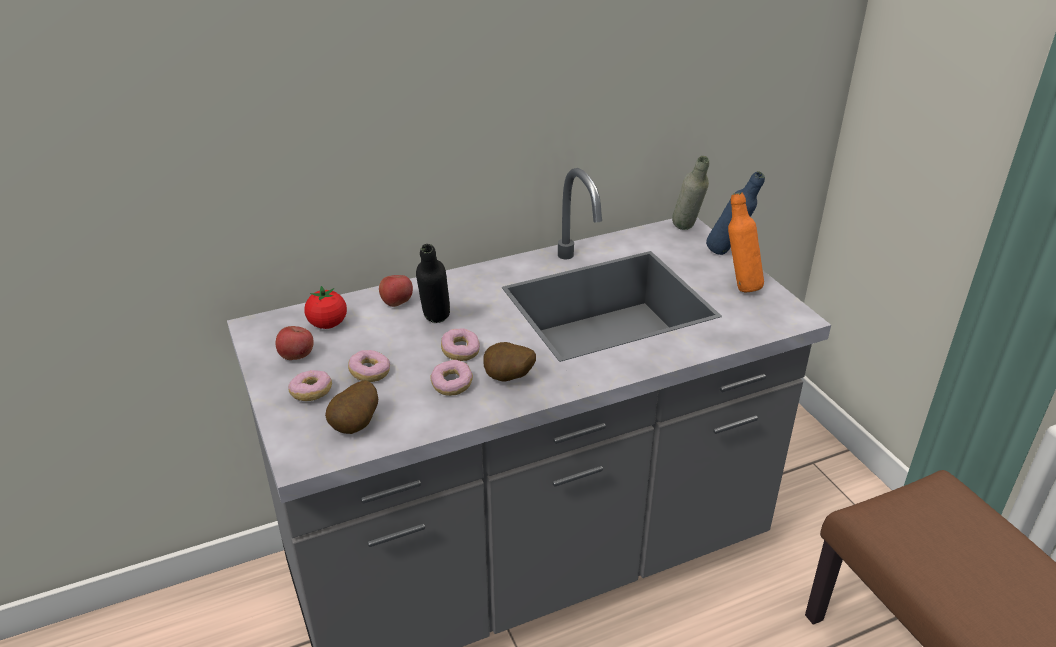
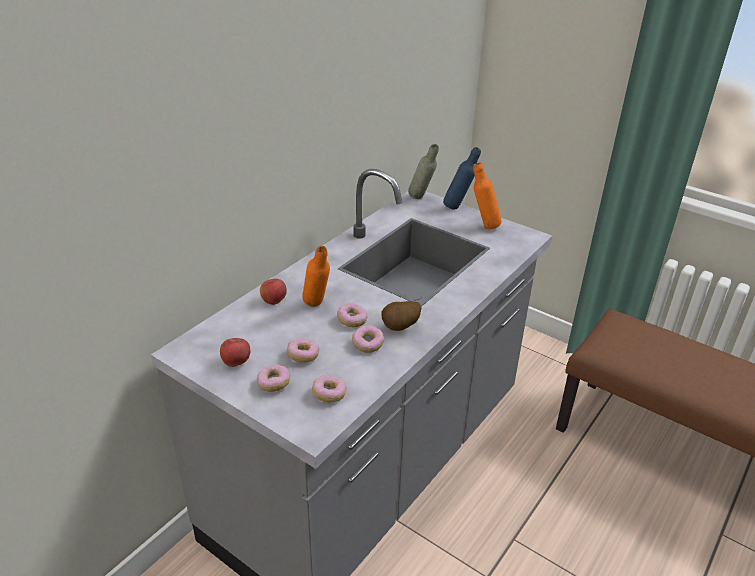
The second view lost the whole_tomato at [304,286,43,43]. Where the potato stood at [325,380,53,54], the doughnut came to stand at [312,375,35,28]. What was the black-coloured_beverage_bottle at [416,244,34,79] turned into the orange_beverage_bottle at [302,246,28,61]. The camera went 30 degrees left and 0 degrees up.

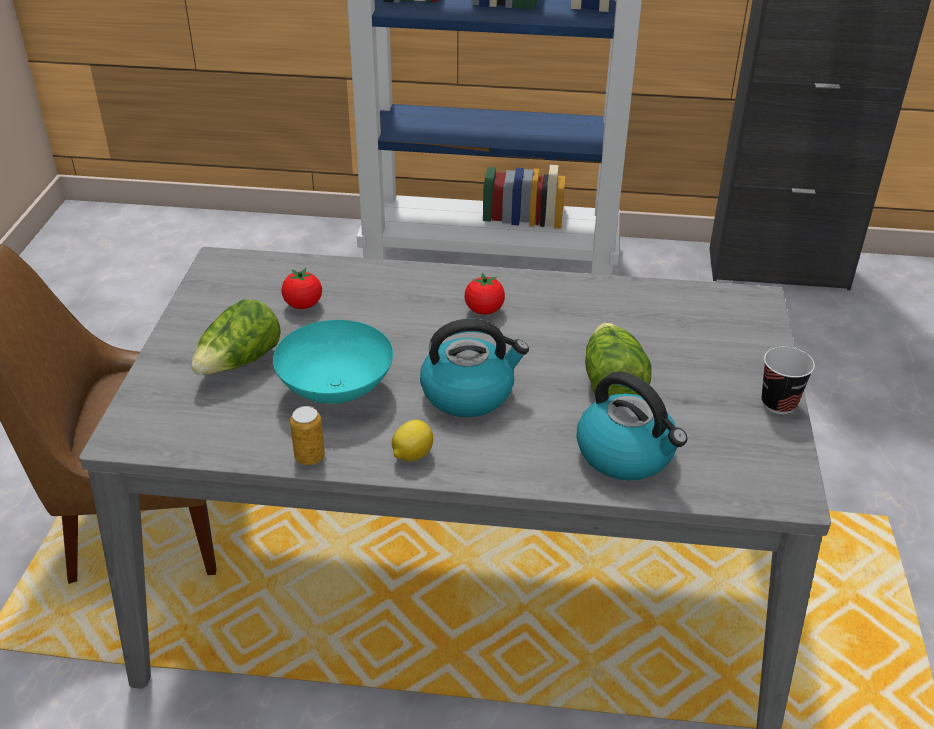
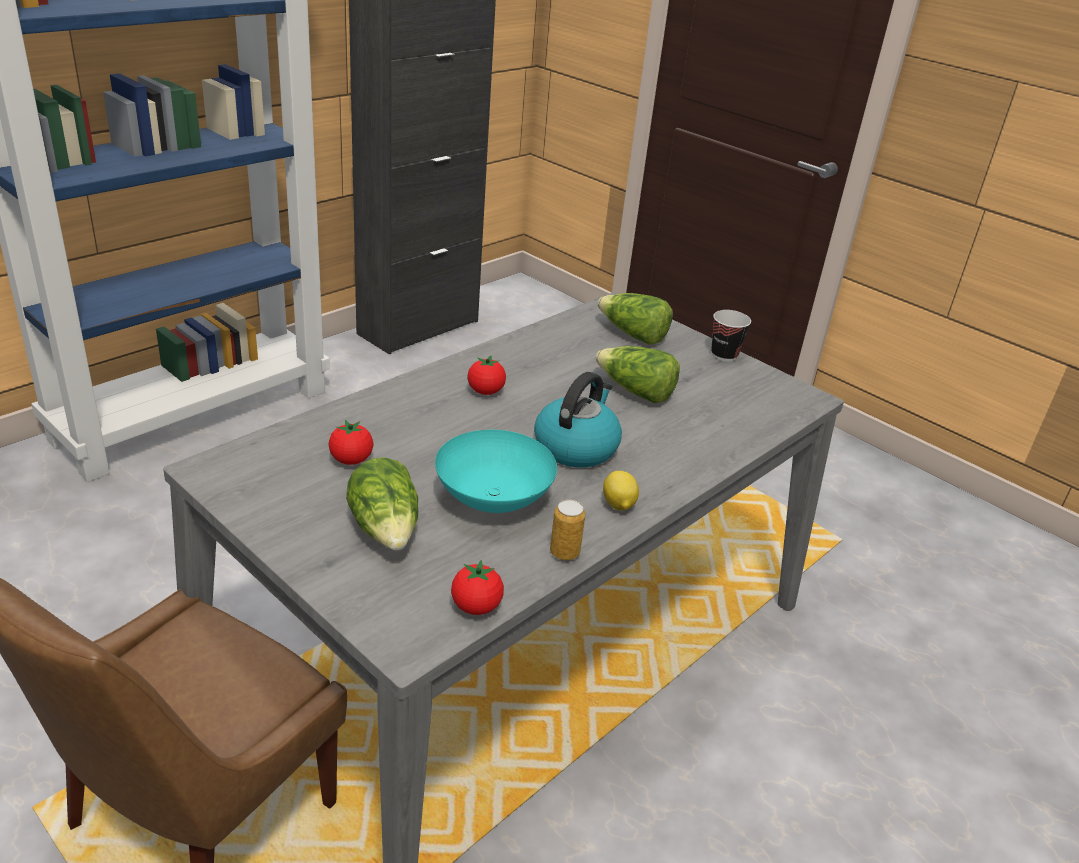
The second view lost the kettle at [577,372,110,108]. The second view gained the whole_tomato at [451,560,53,55]. The second view gained the lettuce at [598,293,75,51]. The camera went 55 degrees left and 5 degrees down.

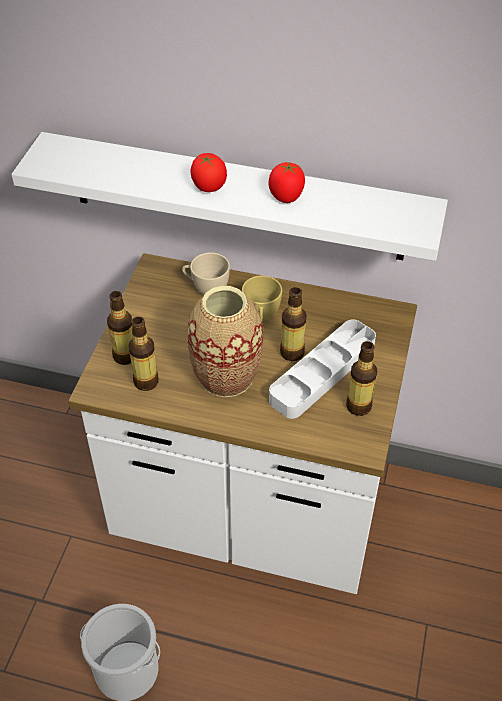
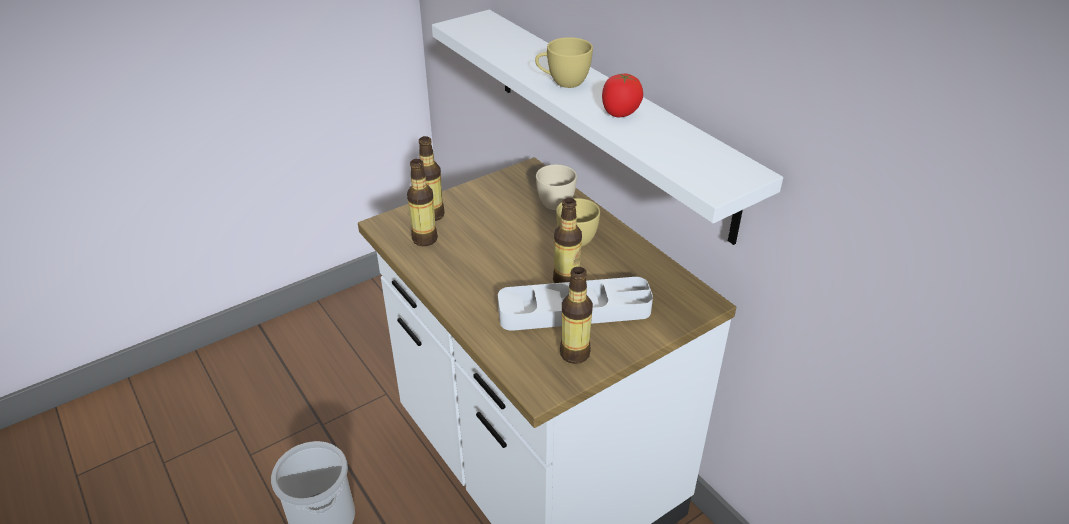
The second view lost the flower_vase at [188,286,75,112]. Where the whole_tomato stood at [190,153,37,39], the yellow_drinking_cup came to stand at [535,37,58,51]. The camera went 40 degrees right and 10 degrees down.

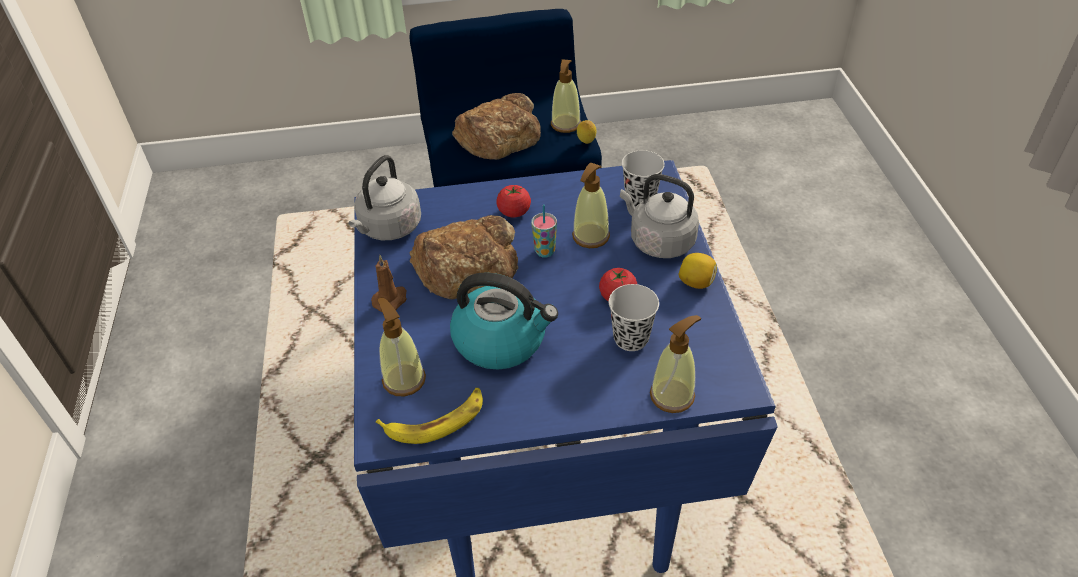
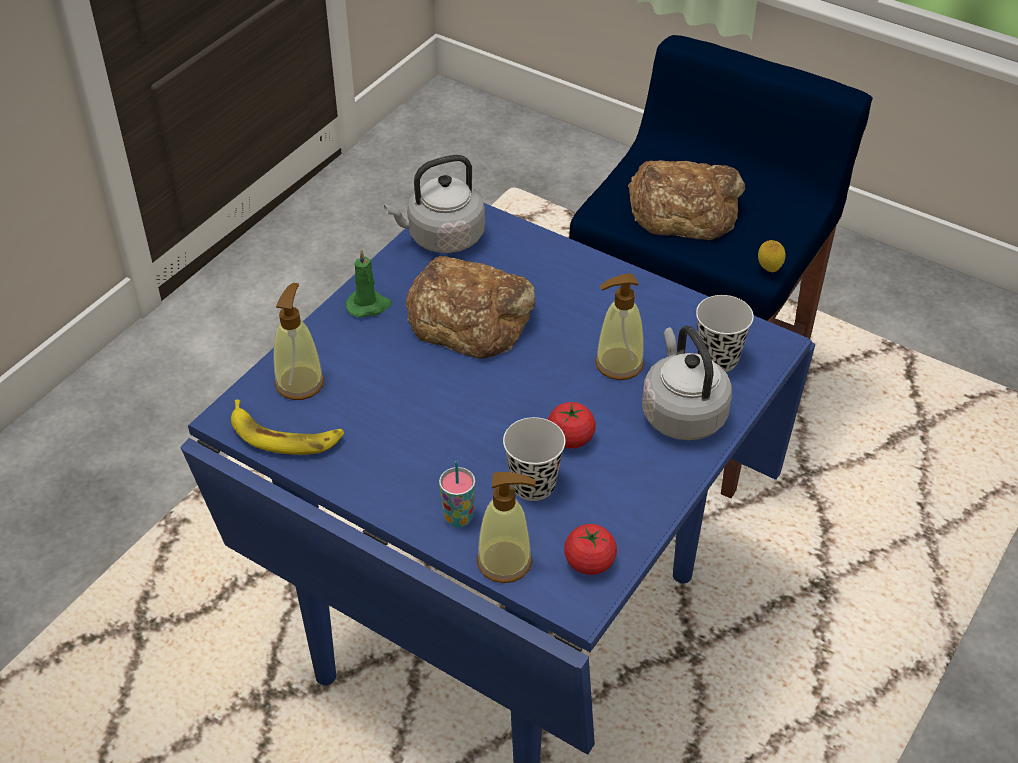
What was the brown_candle at [371,255,36,57] turned into the green_candle at [345,249,47,69]. The second view lost the kettle at [450,273,108,97]. The whole_tomato ended up elsewhere, having gone from [496,185,35,32] to [564,524,53,51]. The drinking_cup ended up elsewhere, having gone from [531,204,26,54] to [439,460,37,68]. The second view lost the soap_dispenser at [551,59,30,74]. The second view lost the whole_lemon at [679,253,38,36]. The camera went 40 degrees right and 0 degrees up.

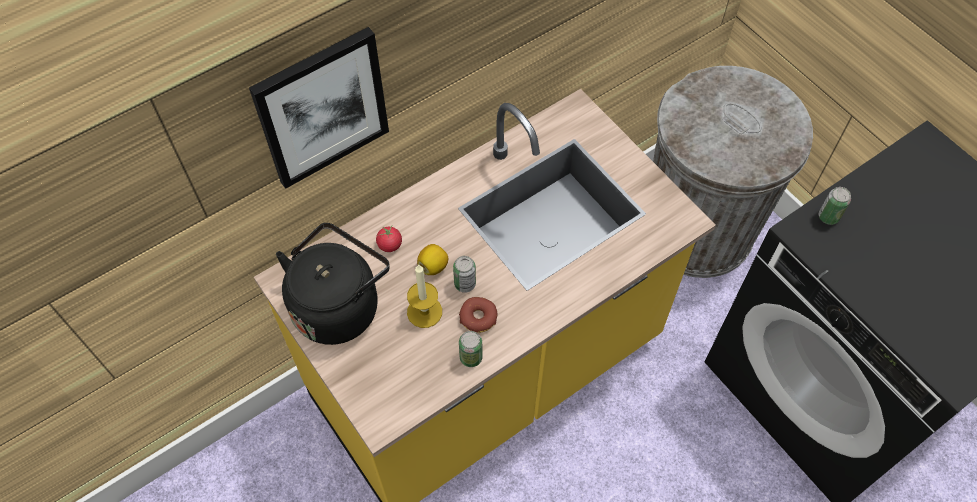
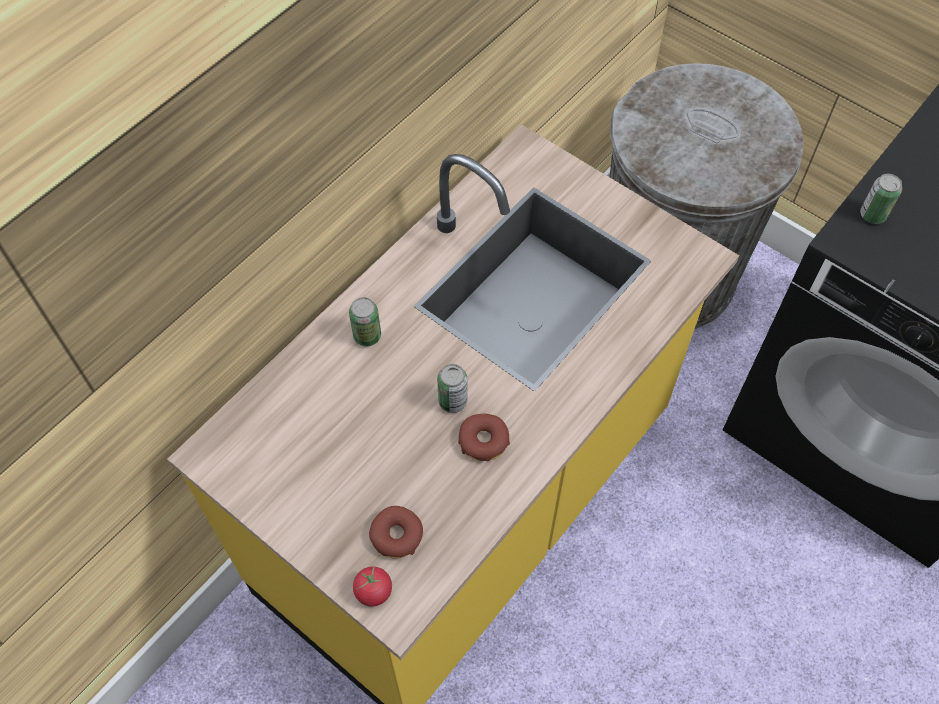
The second view lost the wall_art at [249,27,140,162]. The second view lost the black-coloured_kettle at [276,223,114,122]. The whole_tomato ended up elsewhere, having gone from [376,225,26,27] to [353,566,39,41]. The second view lost the candle at [407,264,35,64]. The second view lost the whole_lemon at [417,244,31,31]. The sealed_can ended up elsewhere, having gone from [459,331,24,36] to [349,297,32,49]. The second view gained the doughnut at [369,506,54,52]. The camera went 15 degrees left and 0 degrees up.

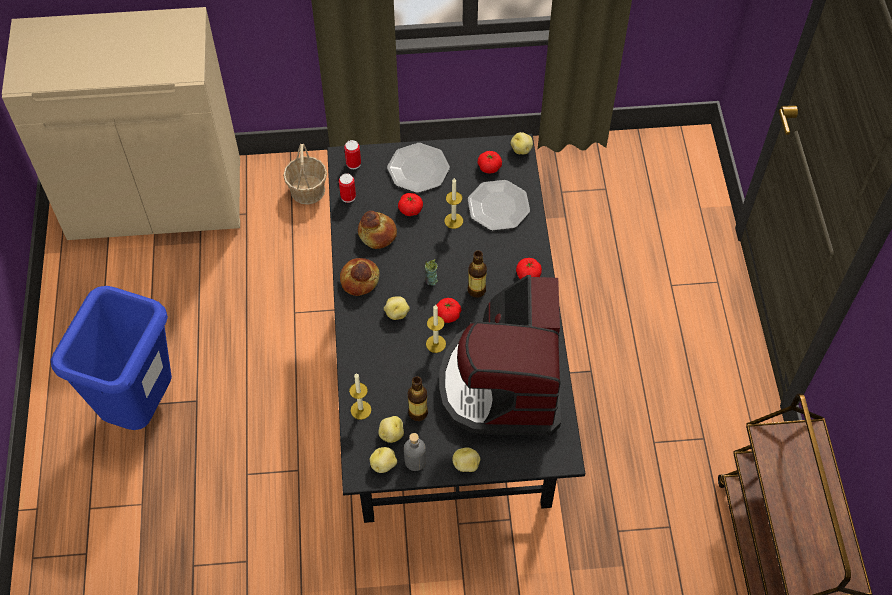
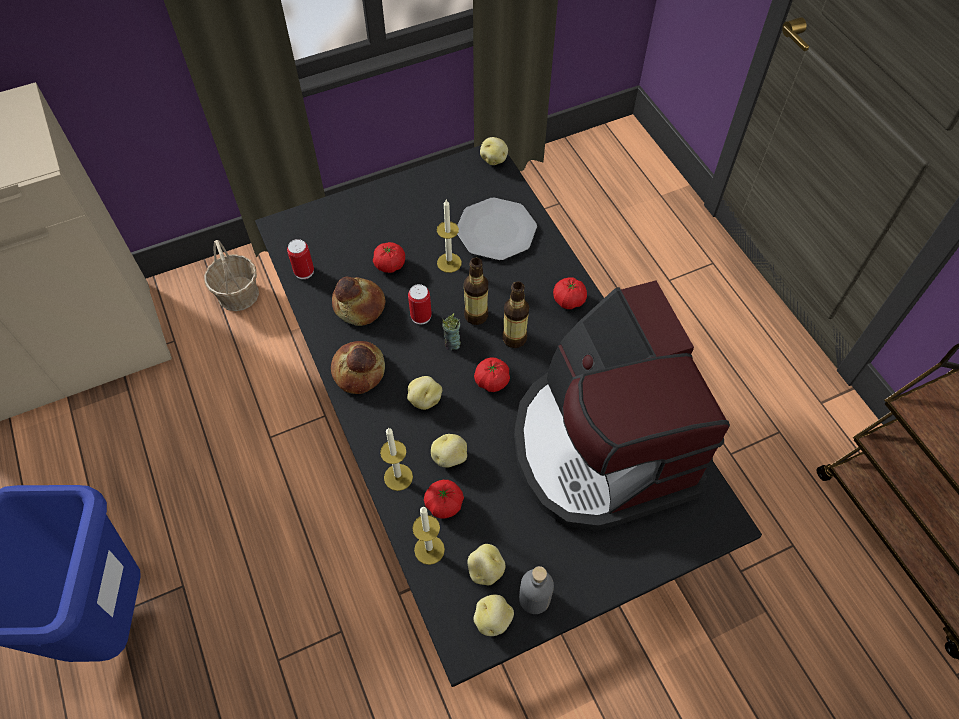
The sealed_can ended up elsewhere, having gone from [344,140,17,29] to [408,284,24,40]. The second view lost the dinner_plate at [387,143,63,50]. The beverage_bottle ended up elsewhere, having gone from [408,376,20,45] to [464,258,24,67]. The candle ended up elsewhere, having gone from [426,304,20,49] to [380,428,33,63]. The potato ended up elsewhere, having gone from [452,447,28,25] to [431,434,36,33]. The whole_tomato ended up elsewhere, having gone from [478,151,24,22] to [424,480,40,39]. The camera went 20 degrees left and 0 degrees up.

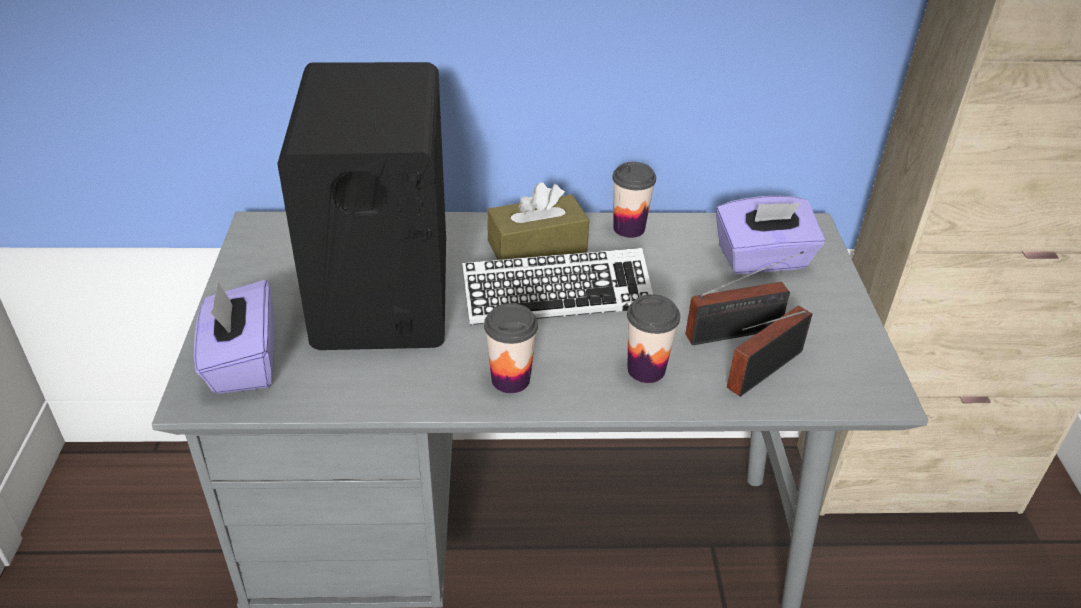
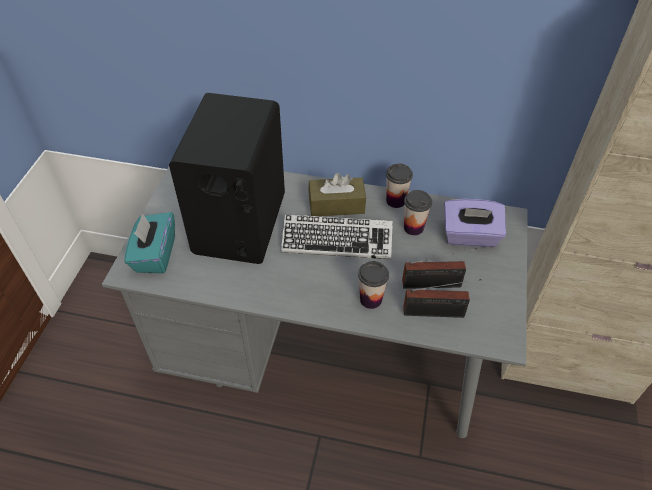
What was the purple_tissue_holder at [194,280,80,114] turned into the turquoise-coloured_tissue_holder at [124,212,51,61]. The drinking_cup ended up elsewhere, having gone from [484,303,54,90] to [404,190,28,45]. The radio_set at [727,305,85,92] ended up facing another way, 150 degrees counterclockwise from before. The camera went 15 degrees right and 10 degrees up.

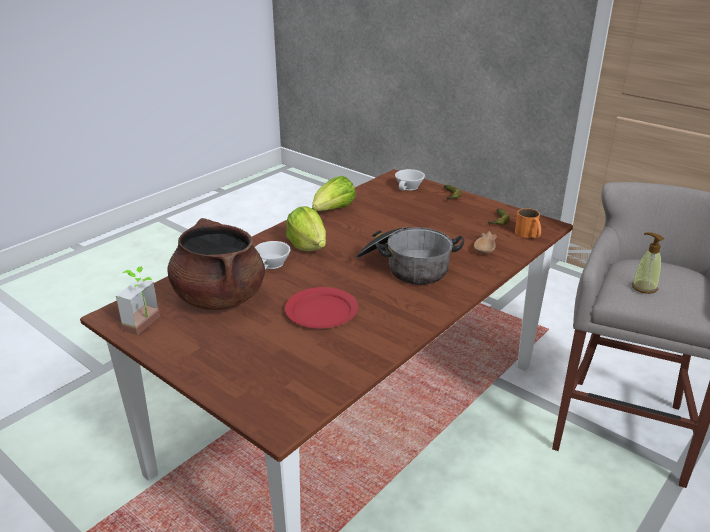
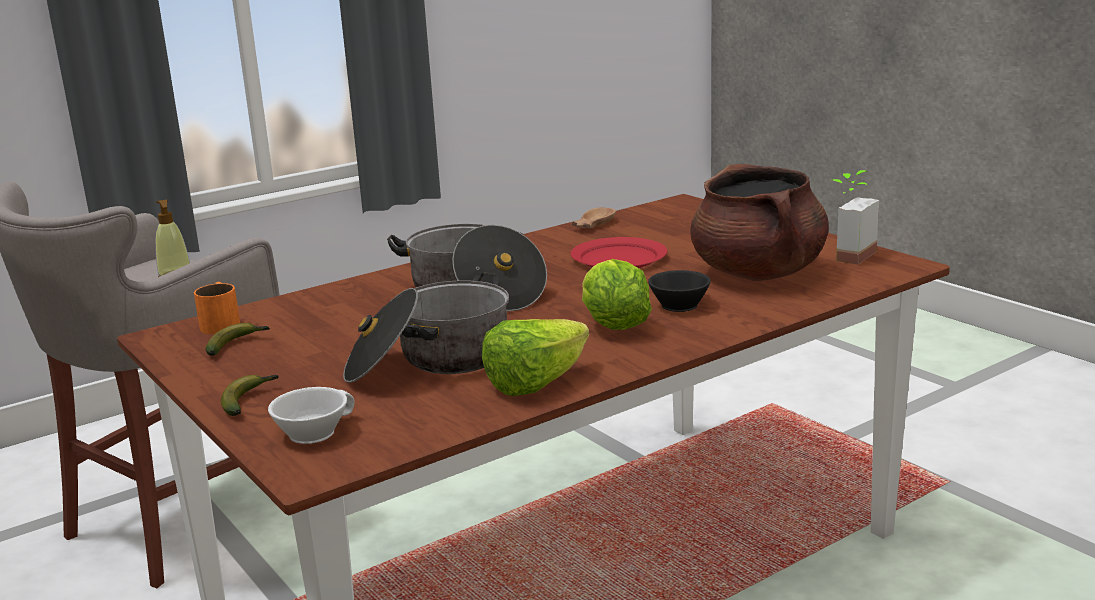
What was the white_drinking_cup at [255,241,35,29] turned into the black-coloured_drinking_cup at [648,270,63,42]. The brown_deep_dish ended up elsewhere, having gone from [474,231,23,23] to [571,207,45,21]. The second view gained the saucepot at [343,272,166,111]. The camera went 165 degrees left and 10 degrees down.

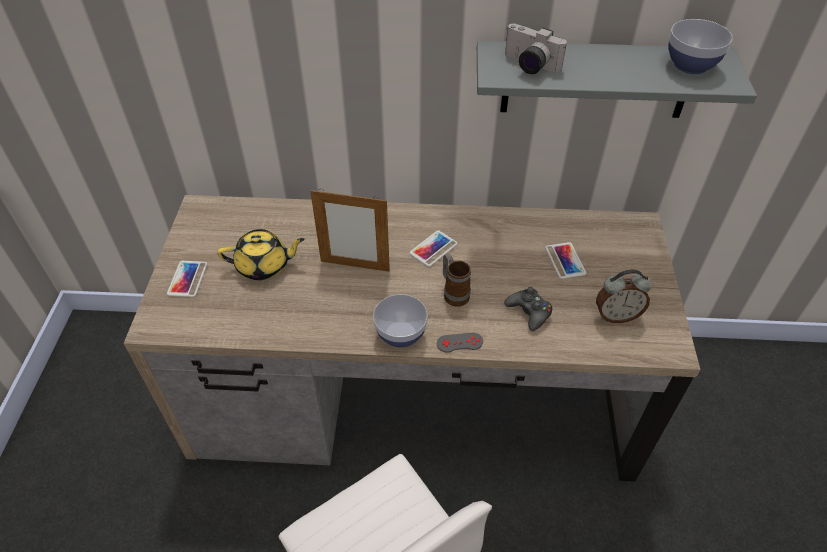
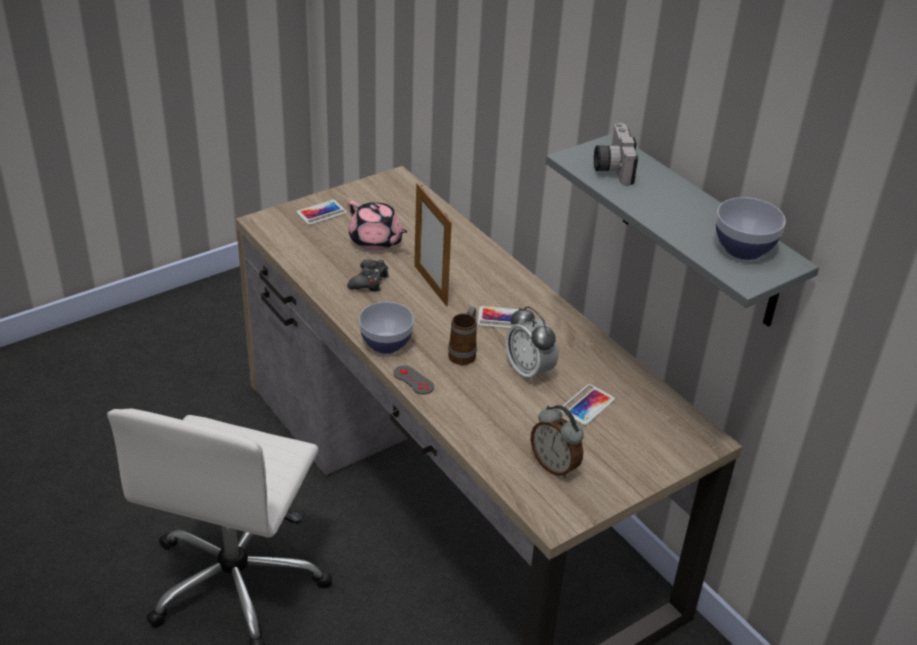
What was the yellow_teapot at [217,229,88,51] turned into the pink_teapot at [348,201,59,49]. The black-coloured_gamepad ended up elsewhere, having gone from [504,287,48,44] to [347,259,42,33]. The second view gained the alarm_clock at [505,306,54,77]. The camera went 50 degrees right and 10 degrees down.

